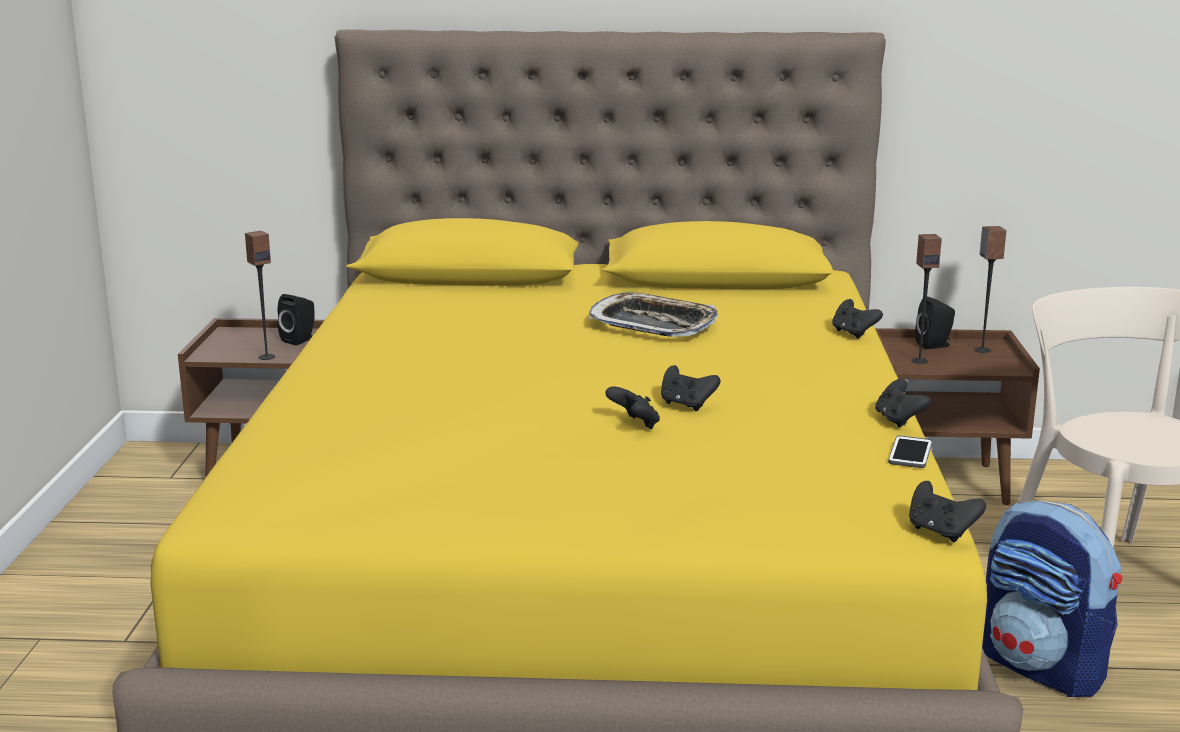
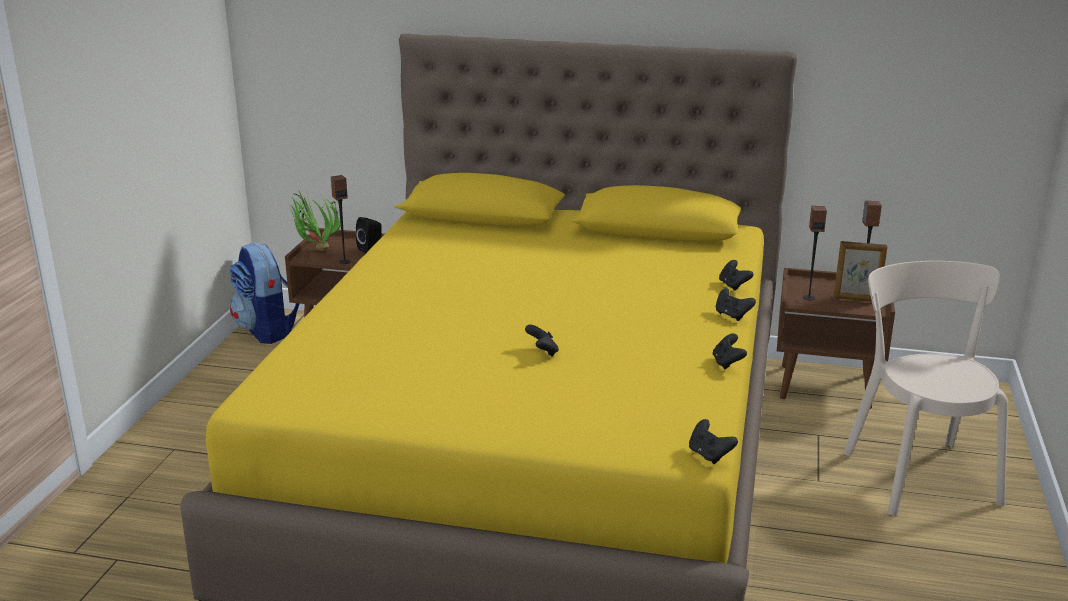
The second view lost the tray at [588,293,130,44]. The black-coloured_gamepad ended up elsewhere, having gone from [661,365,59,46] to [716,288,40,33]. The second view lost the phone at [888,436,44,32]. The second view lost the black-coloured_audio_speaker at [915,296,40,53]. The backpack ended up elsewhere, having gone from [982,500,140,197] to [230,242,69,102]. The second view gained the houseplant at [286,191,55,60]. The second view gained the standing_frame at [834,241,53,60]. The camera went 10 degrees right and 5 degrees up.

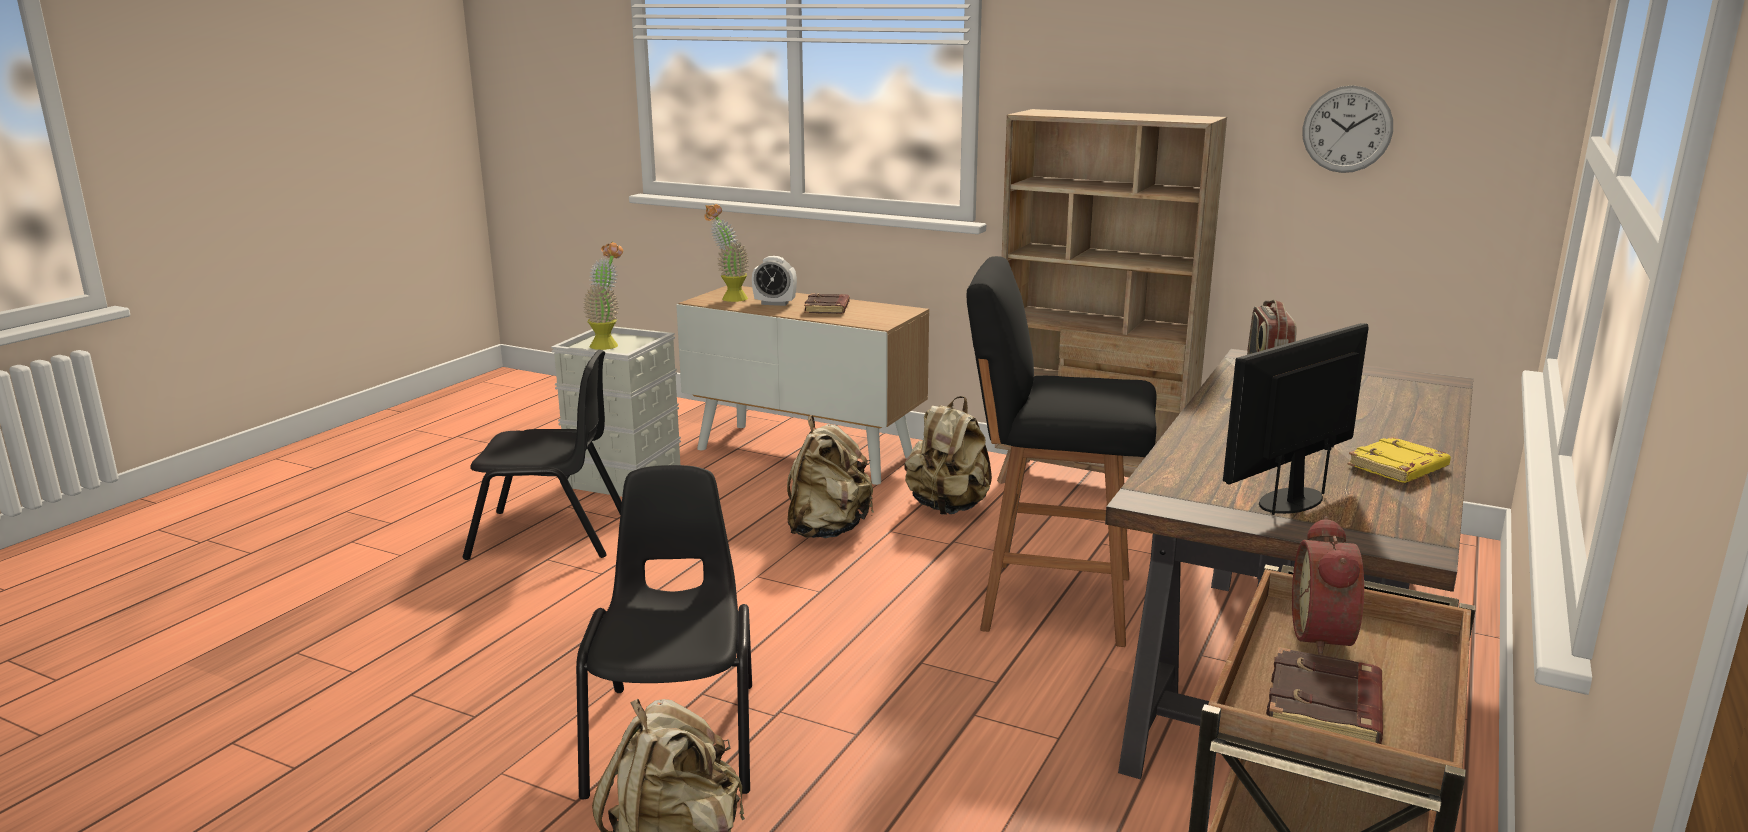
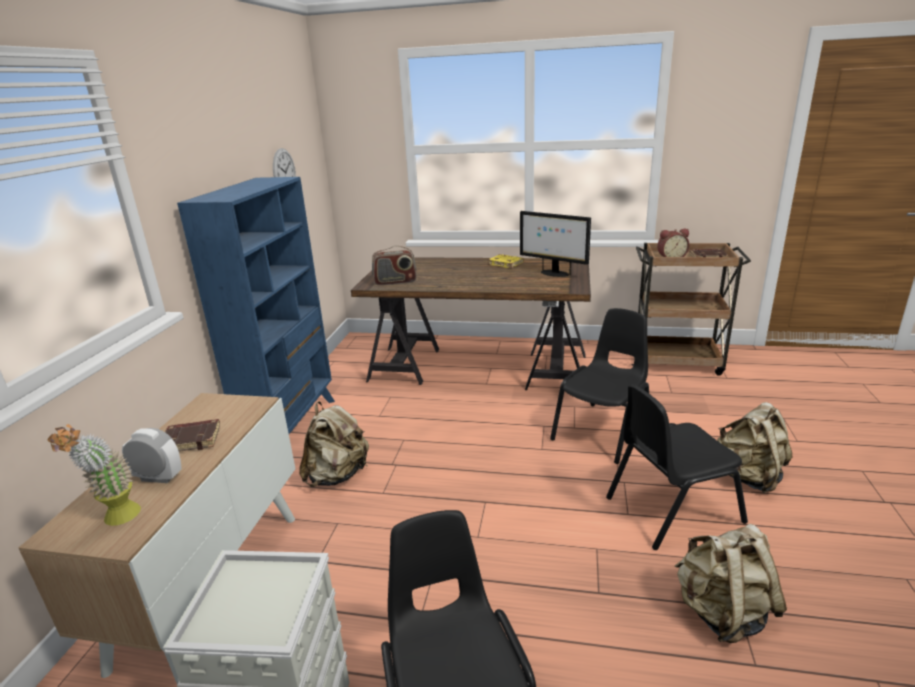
The second view lost the houseplant at [584,242,39,108]. The alarm_clock at [752,256,45,50] ended up facing another way, 75 degrees counterclockwise from before. The beige-coloured_backpack ended up elsewhere, having gone from [787,415,87,123] to [675,524,112,119]. The second view lost the black-coloured_sitting_stool at [967,256,189,391]. What was the beige-coloured_bookshelf at [995,109,232,375] turned into the bluish_bookshelf at [177,177,158,257]. The second view gained the black-coloured_upright_chair at [550,308,99,156]. The camera went 105 degrees left and 5 degrees up.

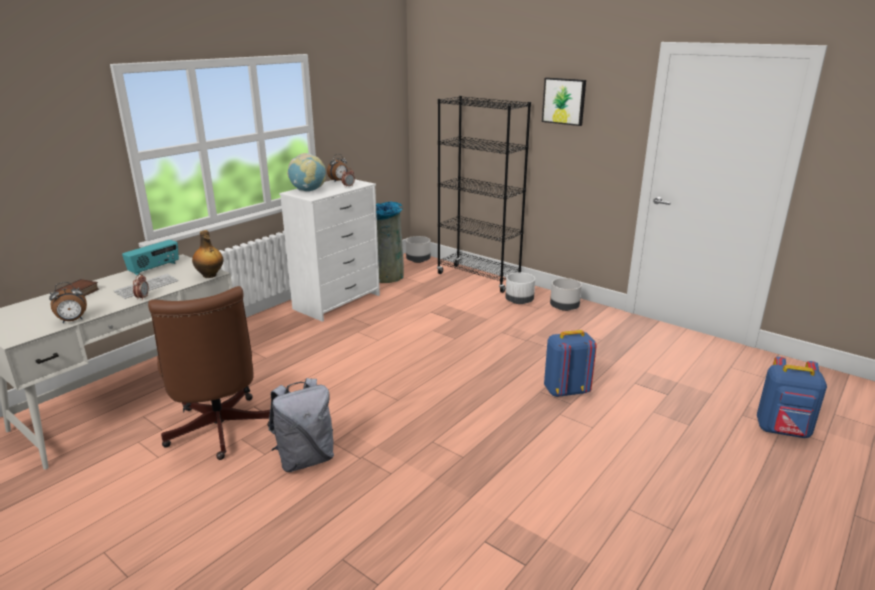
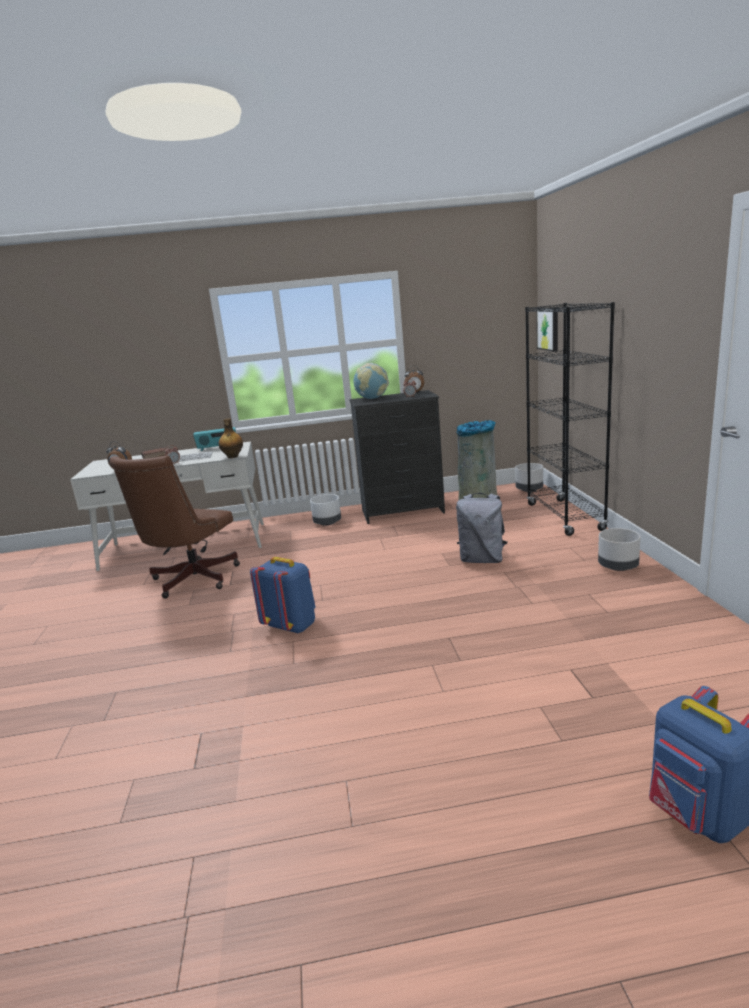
The grey_backpack ended up elsewhere, having gone from [268,378,66,94] to [456,493,51,70]. What was the white_drawer_chest at [279,179,101,143] turned into the black-coloured_drawer_chest at [349,390,96,134]. The white_planter ended up elsewhere, having gone from [505,272,30,32] to [310,494,31,32]. The wall_art ended up elsewhere, having gone from [542,77,44,49] to [536,307,22,45]. The bluish_backpack ended up elsewhere, having gone from [544,330,53,67] to [250,557,66,77]. The camera went 45 degrees right and 5 degrees down.

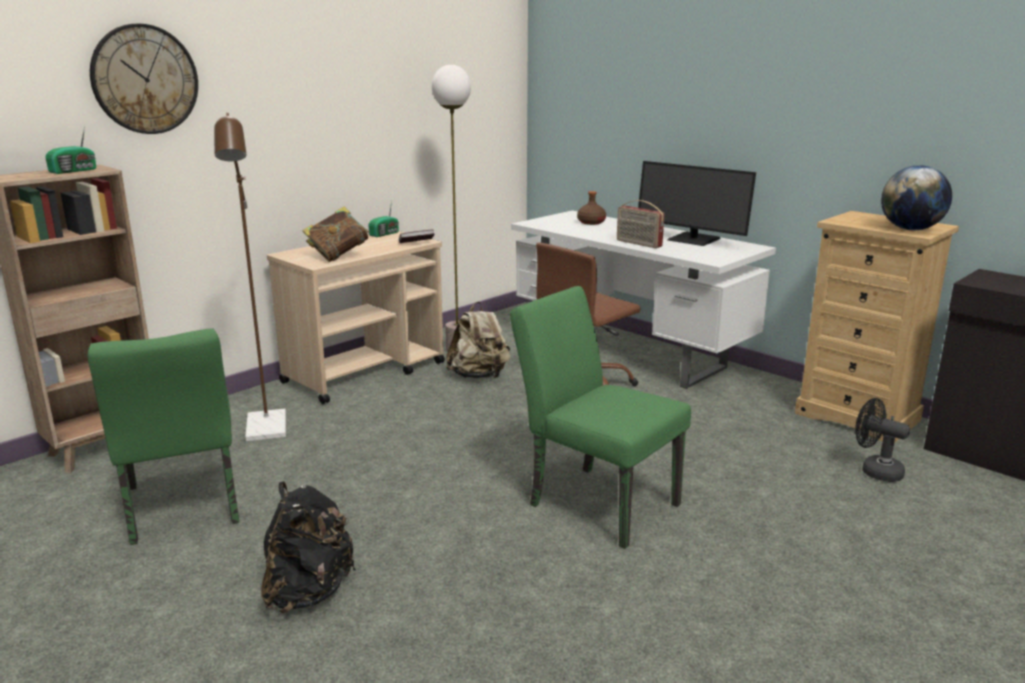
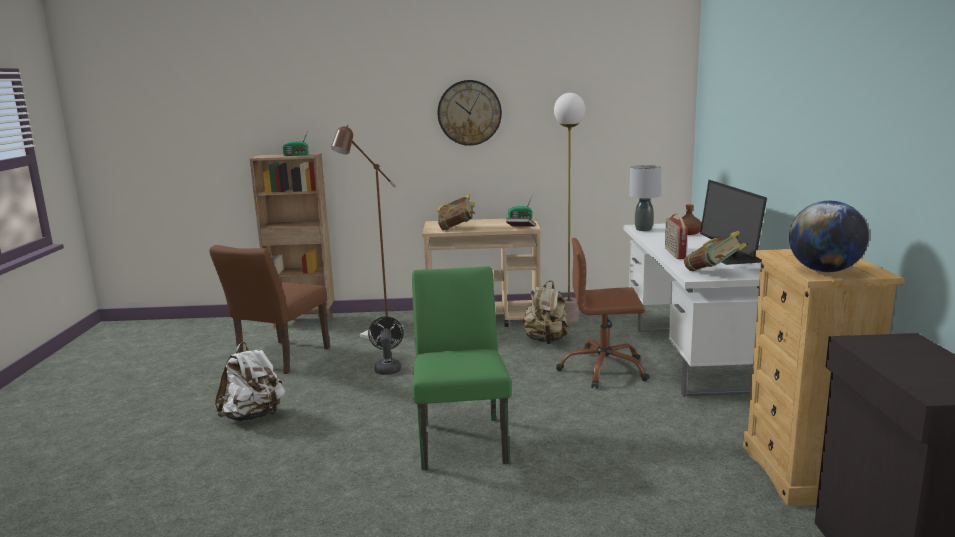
What was the green_upright_chair at [87,328,152,217] turned into the brown_upright_chair at [209,245,121,129]. The wall_clock ended up elsewhere, having gone from [90,24,108,110] to [438,80,64,66]. What was the black-coloured_backpack at [261,481,95,132] turned into the white_backpack at [215,342,70,79]. The black-coloured_electric_fan ended up elsewhere, having gone from [855,398,55,84] to [368,316,36,59]. The second view gained the grey_lamp_for_a_table at [629,165,33,66]. The second view gained the bound_book at [684,231,63,40]. The camera went 45 degrees right and 5 degrees down.

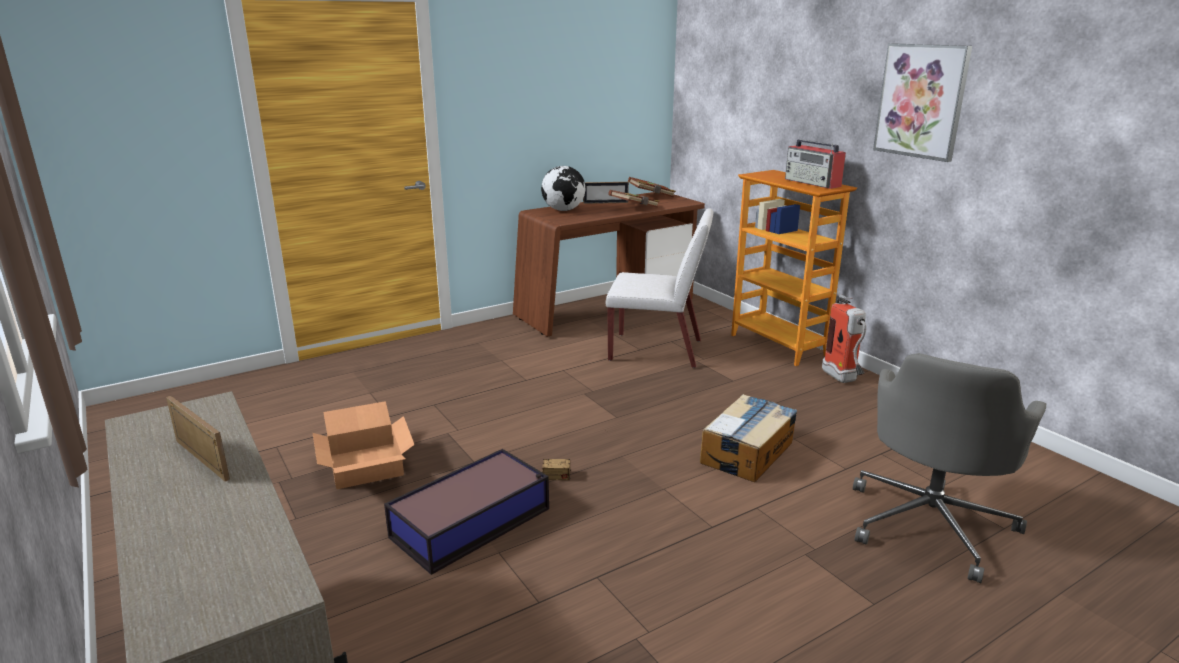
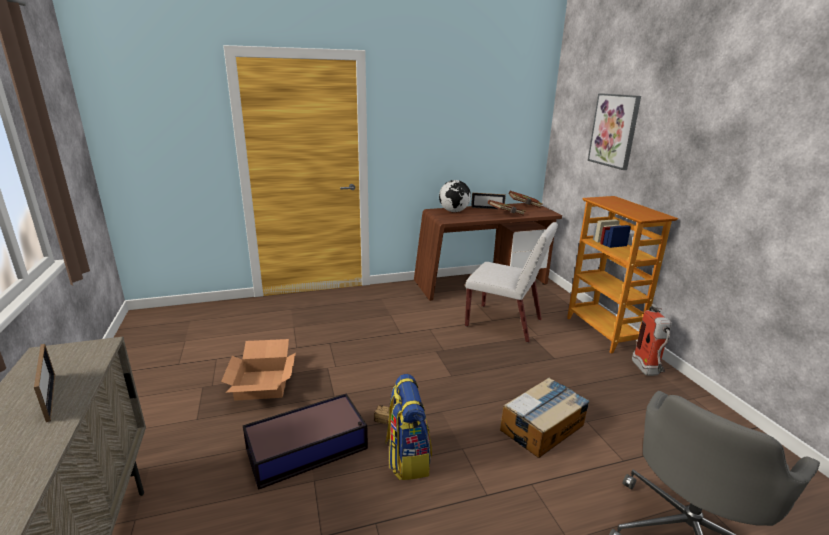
The second view lost the radio_set at [785,139,61,50]. The wall_art ended up elsewhere, having gone from [873,43,99,119] to [588,93,53,77]. The second view gained the backpack at [385,374,47,106]. The camera went 15 degrees right and 0 degrees up.

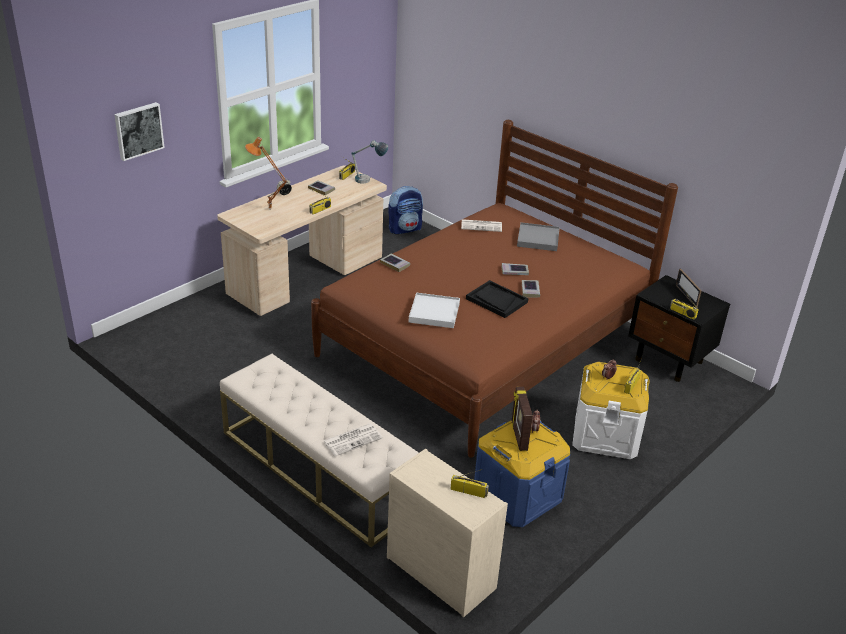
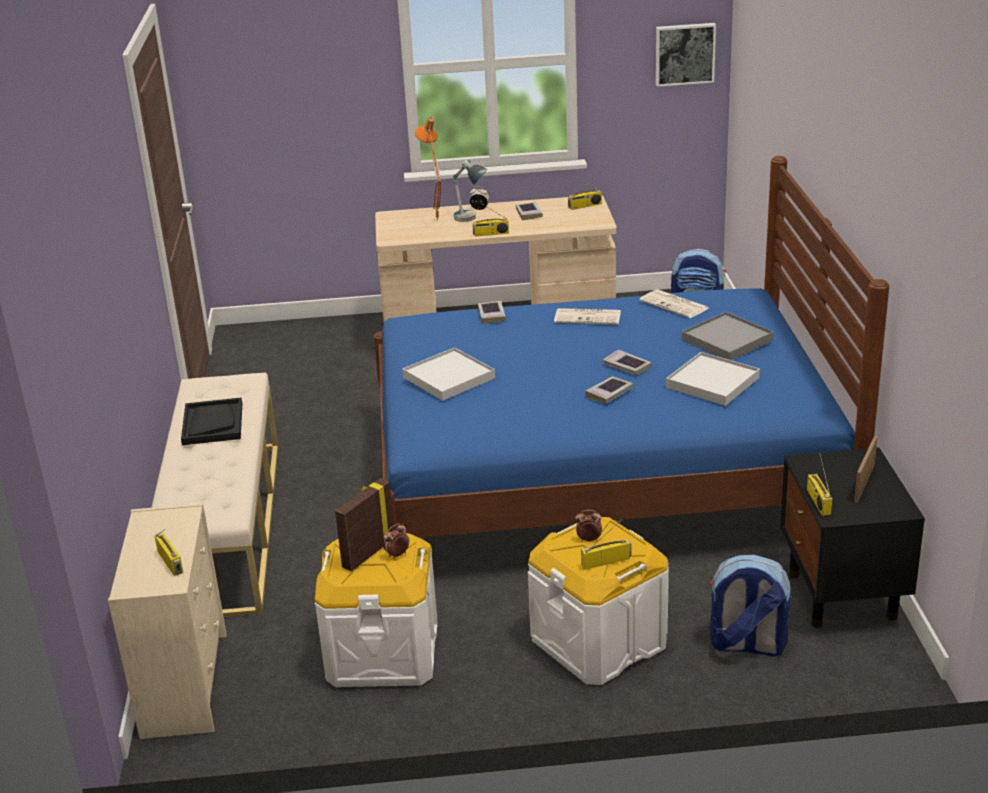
The wall_art ended up elsewhere, having gone from [114,102,51,59] to [656,23,60,64]. What was the brown_sleeping_bed at [311,120,367,338] turned into the bluish_sleeping_bed at [374,156,515,382]. The newspaper ended up elsewhere, having gone from [323,424,60,32] to [554,308,67,16]. The lamp_for_a_table ended up elsewhere, having gone from [351,140,37,43] to [453,160,34,62]. The black-coloured_tray ended up elsewhere, having gone from [466,280,62,38] to [181,397,61,48]. What was the bluish_storage_bin at [474,420,96,107] turned into the white_storage_bin at [315,533,123,154]. The second view gained the white_tray at [666,352,94,54]. The second view gained the backpack at [709,554,82,103]. The camera went 45 degrees right and 5 degrees down.

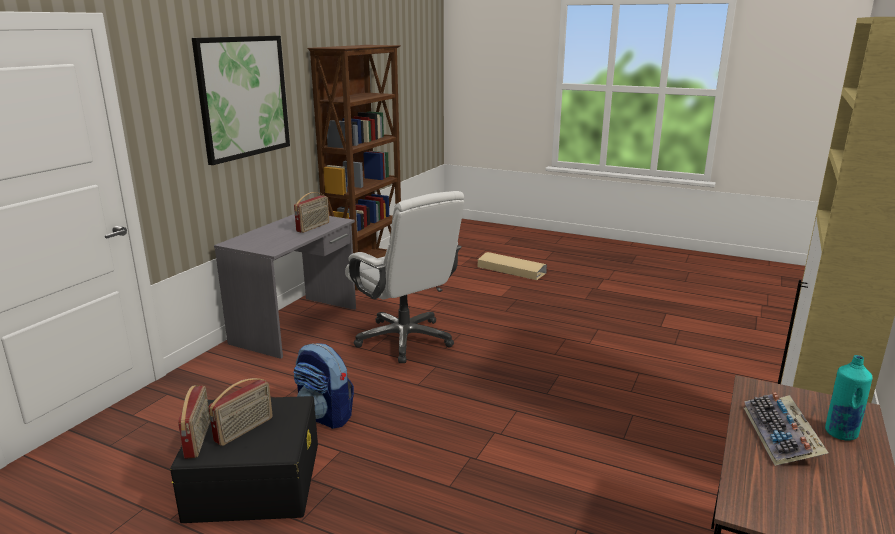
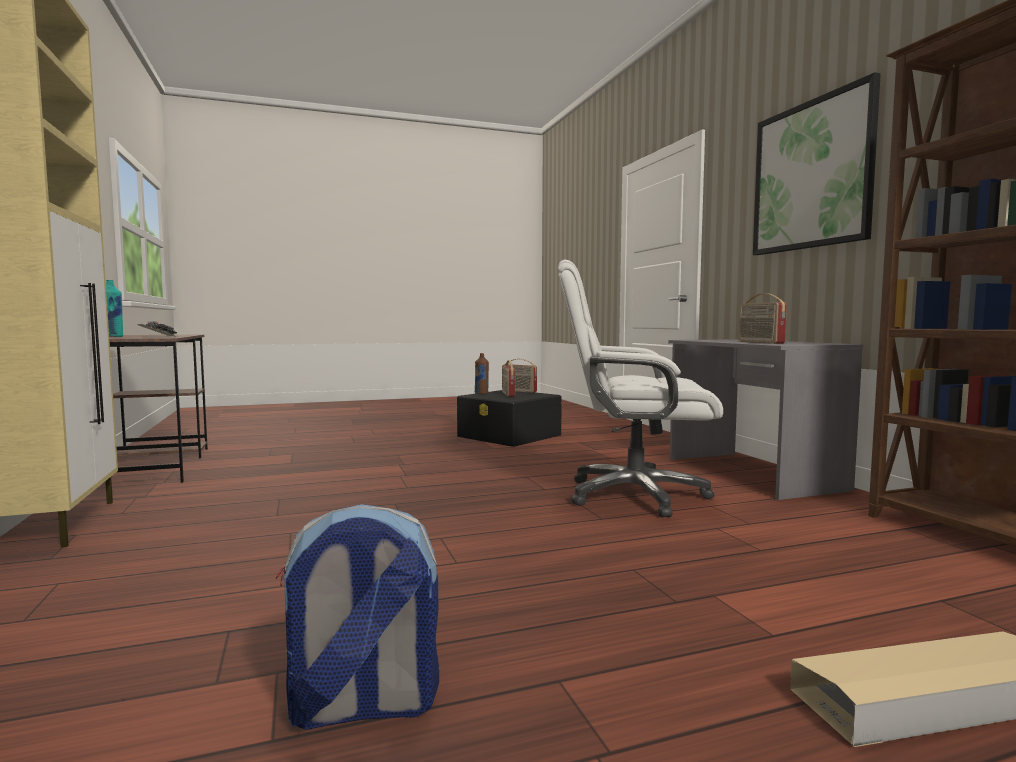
The backpack ended up elsewhere, having gone from [293,343,61,86] to [276,504,163,226]. The second view gained the brown_beverage_bottle at [474,353,15,42]. The camera went 135 degrees right and 15 degrees down.

